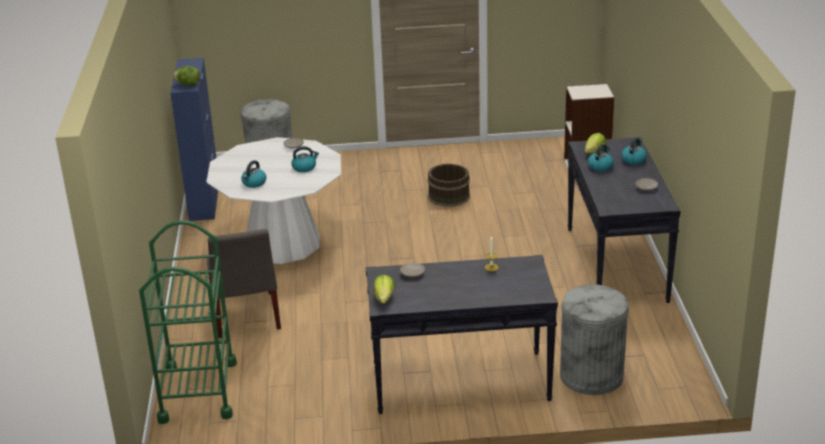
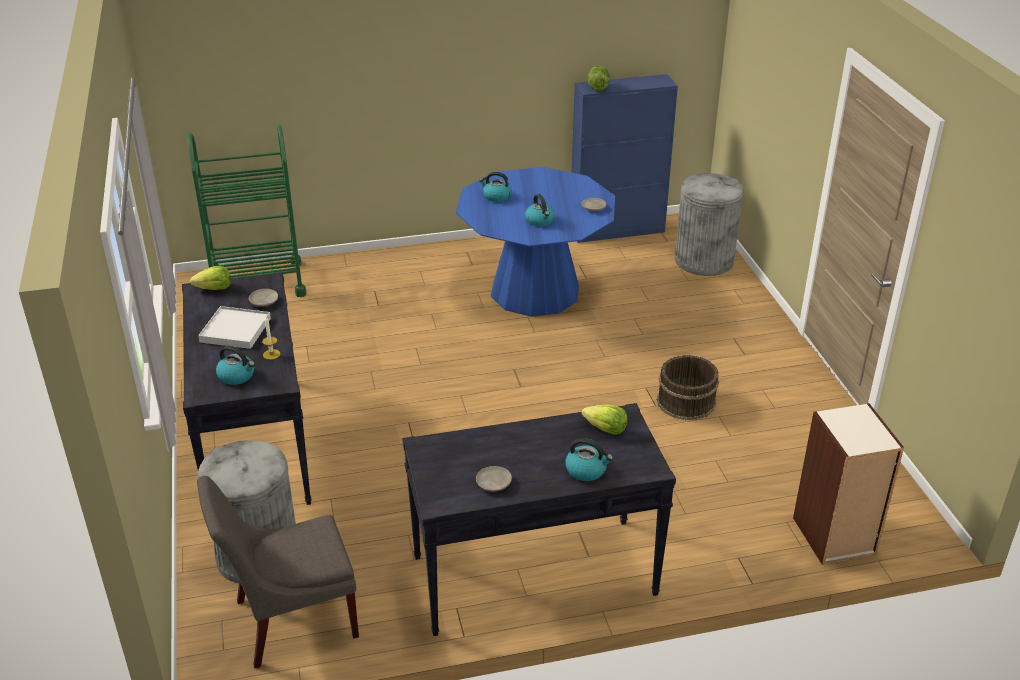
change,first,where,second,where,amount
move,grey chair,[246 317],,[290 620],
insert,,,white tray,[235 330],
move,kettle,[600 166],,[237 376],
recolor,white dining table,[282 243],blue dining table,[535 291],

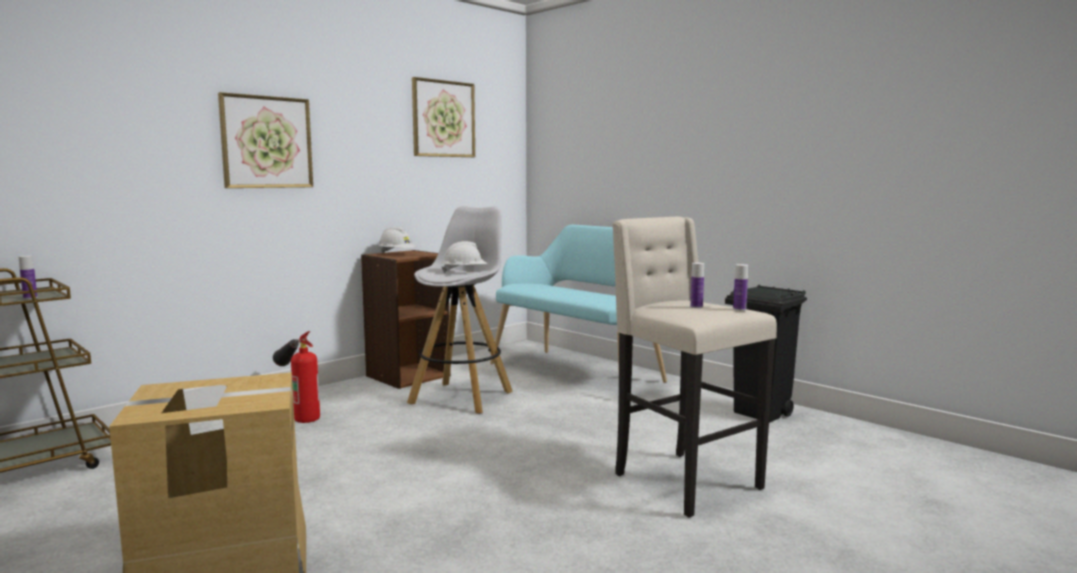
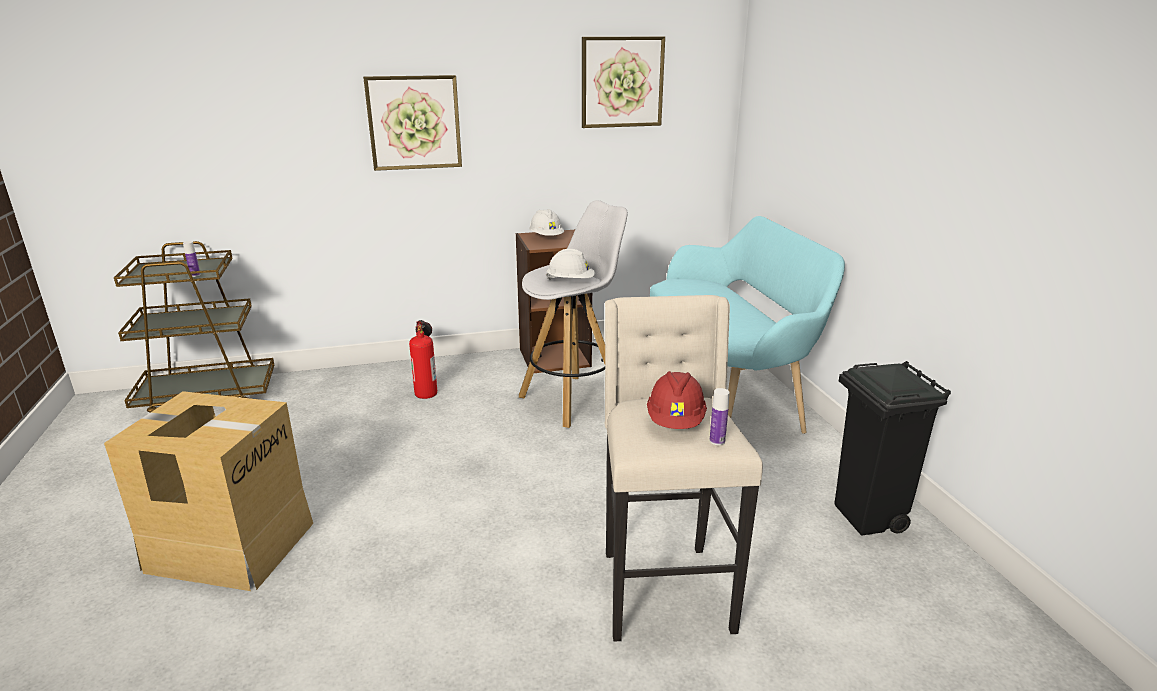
change,first,where,second,where,amount
replace,bottle,[696 307],red hard hat,[675 421],

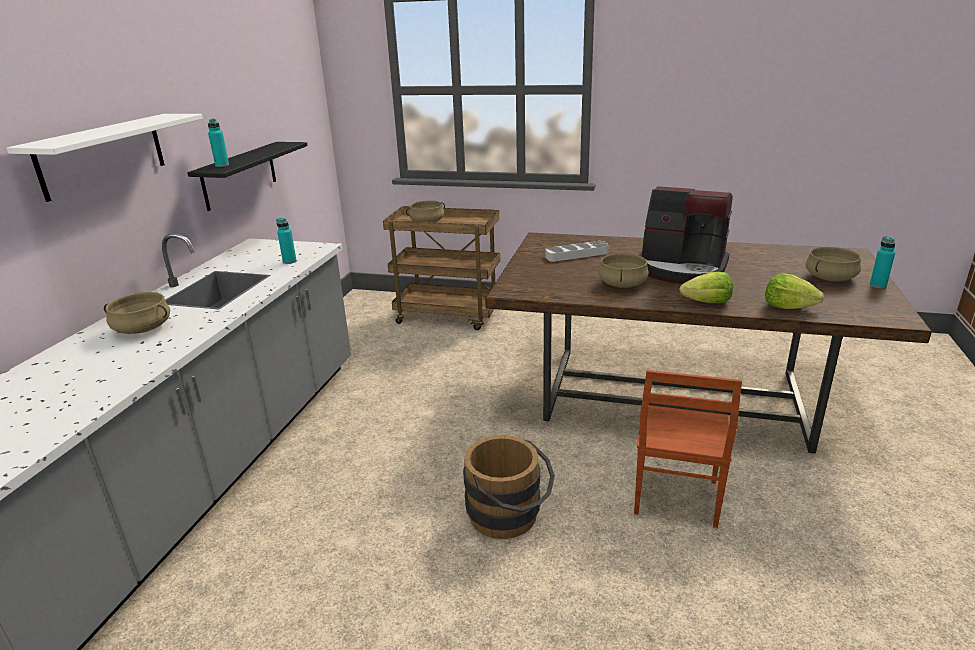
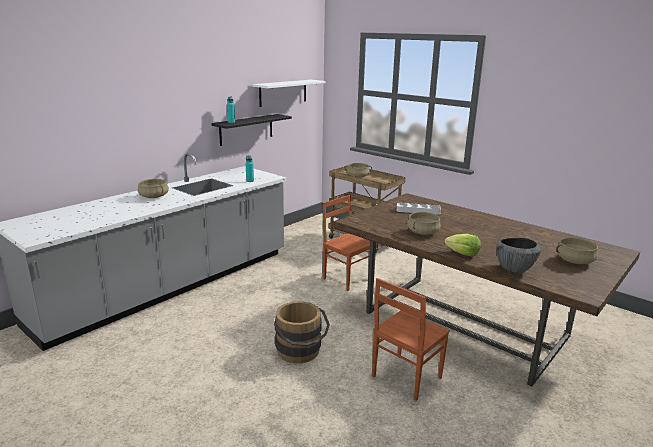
change,first,where,second,where,amount
move,white shelf,[103 155],,[283 92],
insert,,,brown chair,[348 278],
replace,lettuce,[788 306],bowl,[514 269],
delete,coffee machine,[682 269],,,
delete,turquoise bottle,[878 285],,,

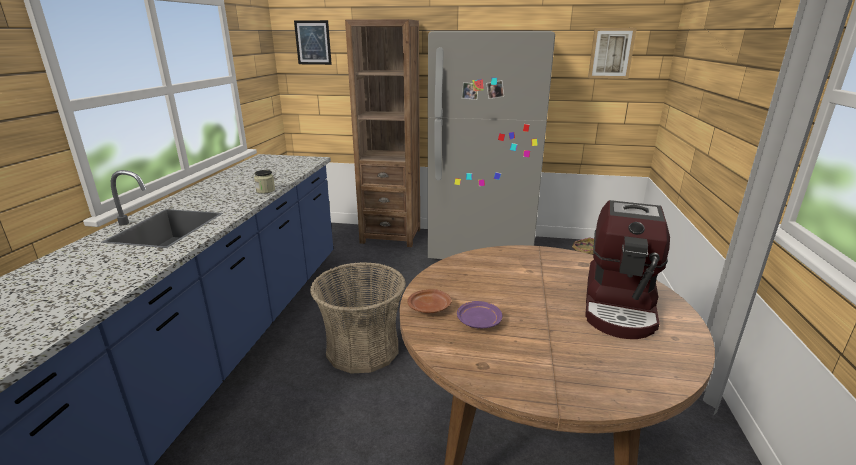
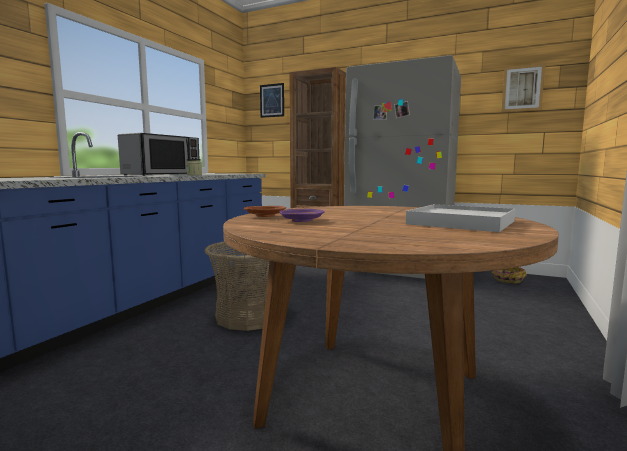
change,first,where,second,where,amount
insert,,,microwave,[163 174],
replace,coffee machine,[620 306],white tray,[461 222],

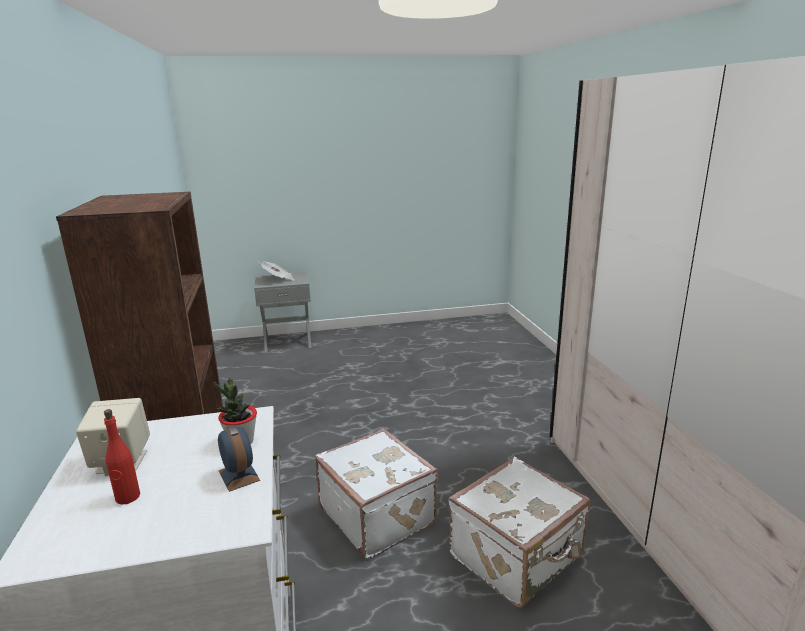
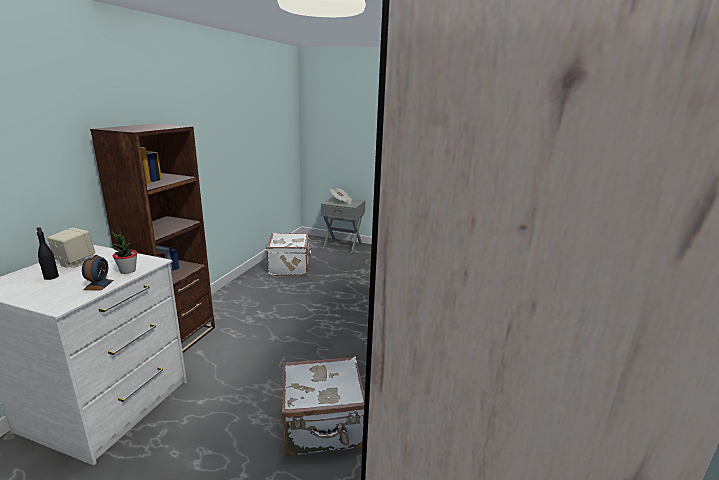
change,first,where,second,where,amount
recolor,red bottle,[127 497],black bottle,[51 277],
move,white suitcase,[378 515],,[290 266],

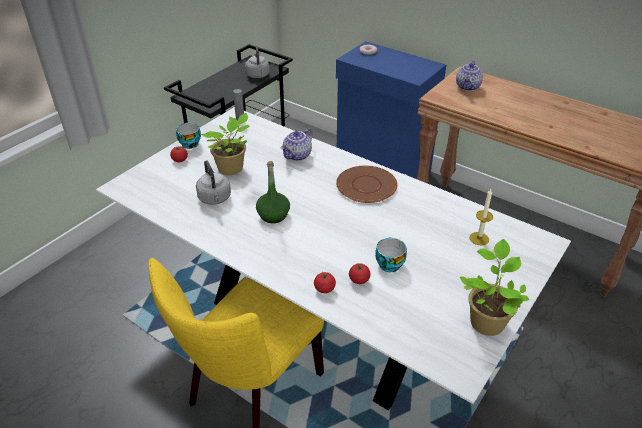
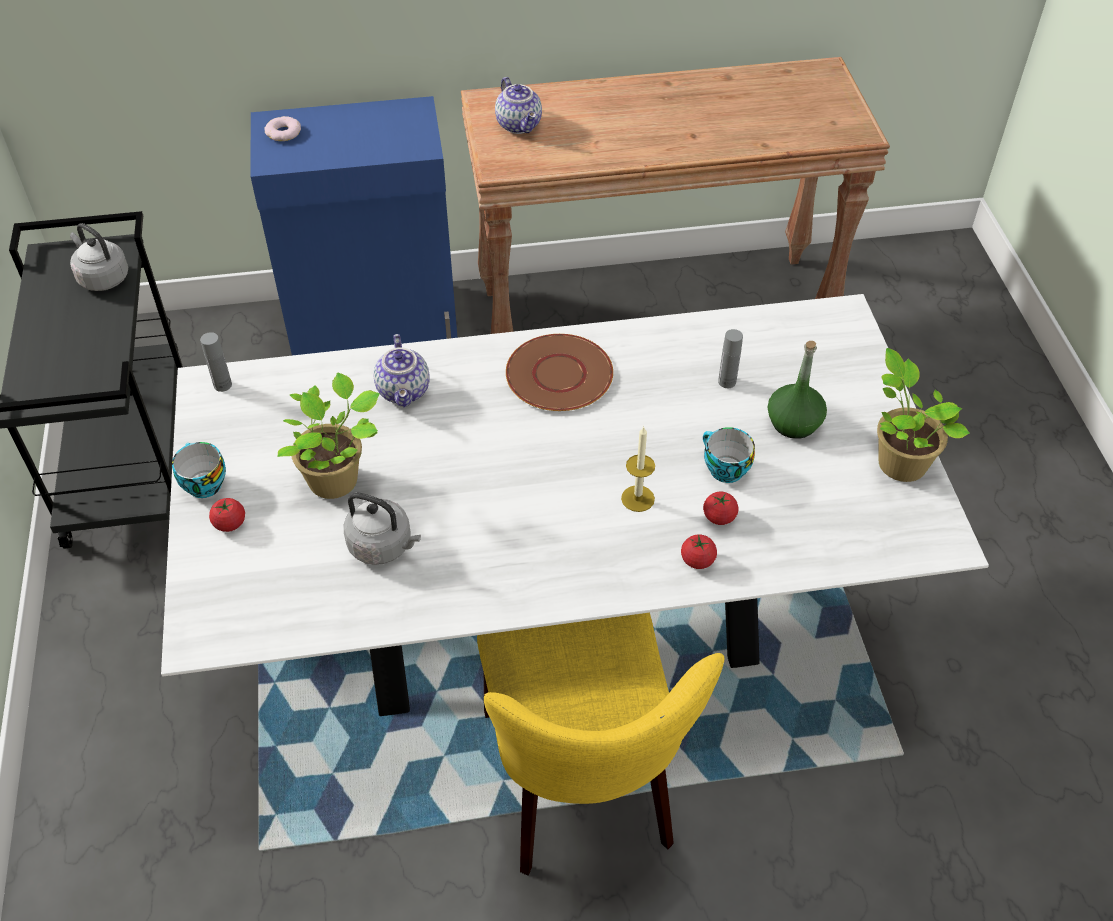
change,first,where,second,where,amount
move,candle,[479 238],,[637 498],
insert,,,grey bottle,[727 382],
move,green bottle,[273 215],,[793 423],

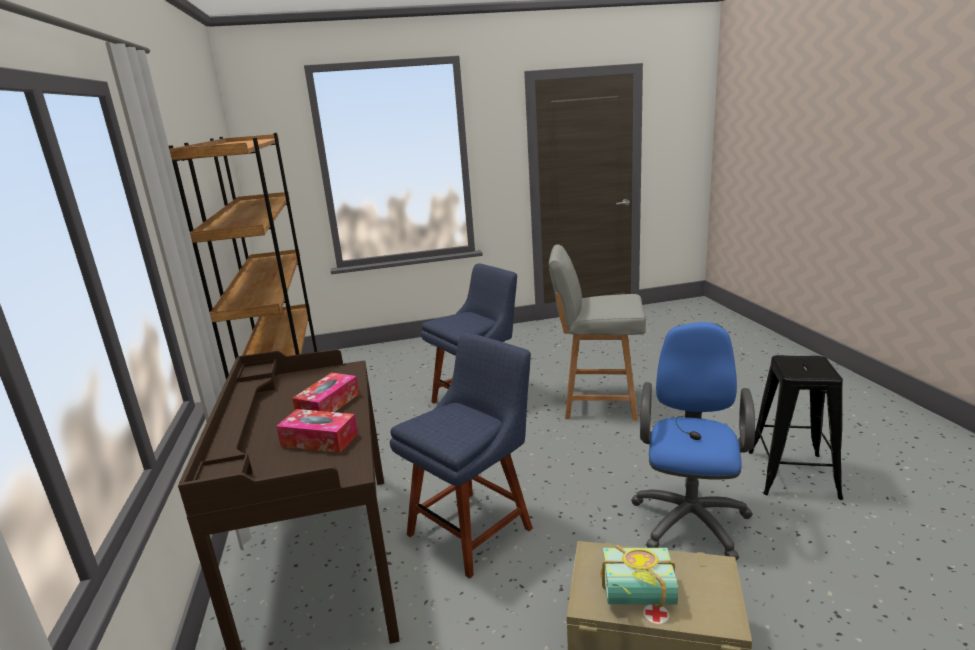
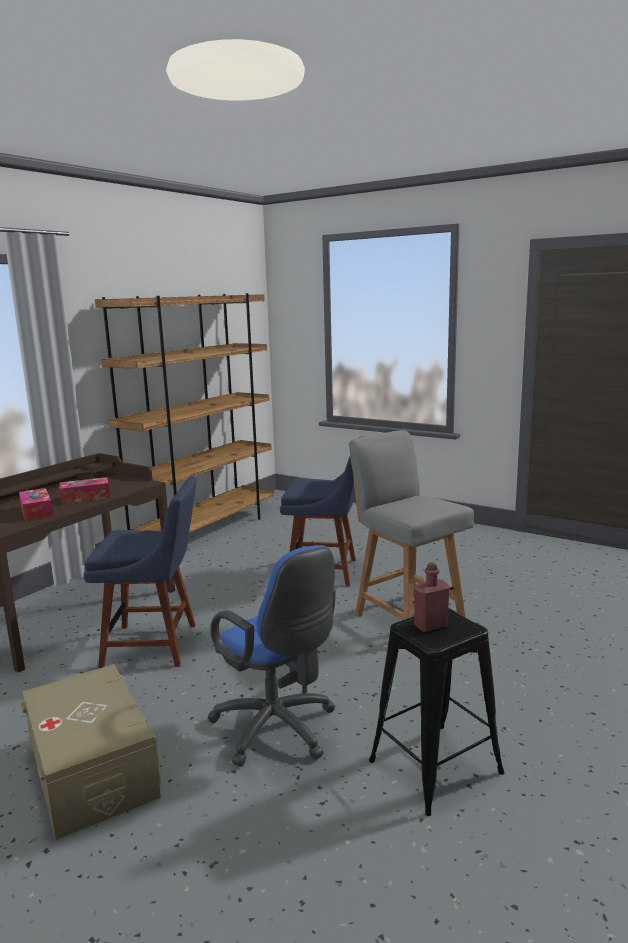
change,first,where,second,where,amount
rotate,blue office chair,[690 517],,[279 731],75 degrees clockwise
insert,,,red bottle,[430 626],
delete,book,[639 598],,,

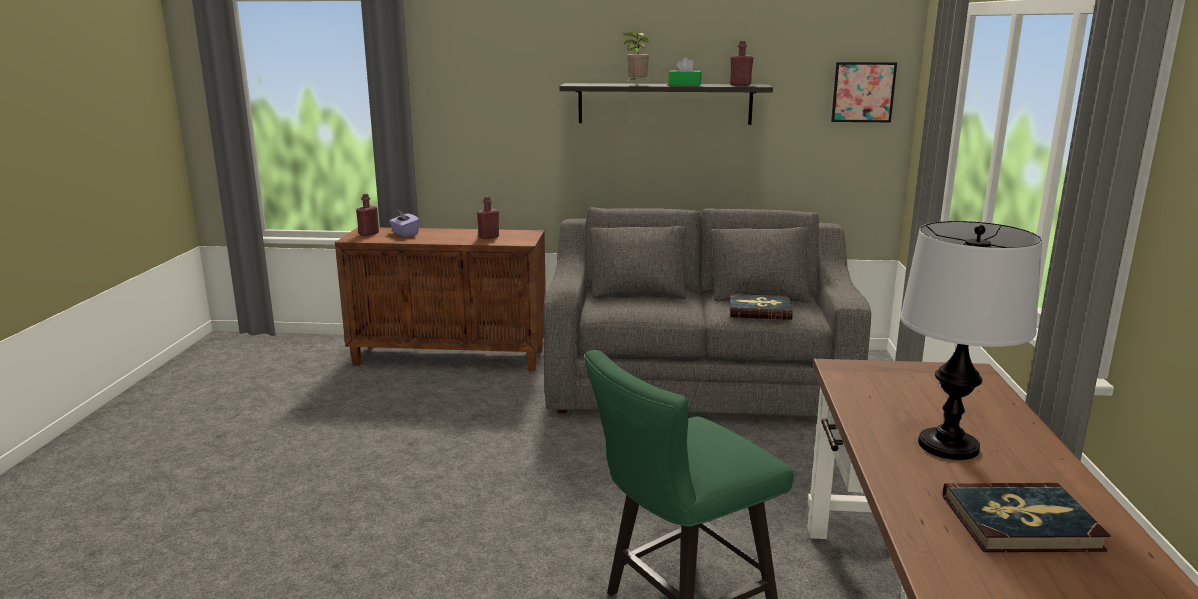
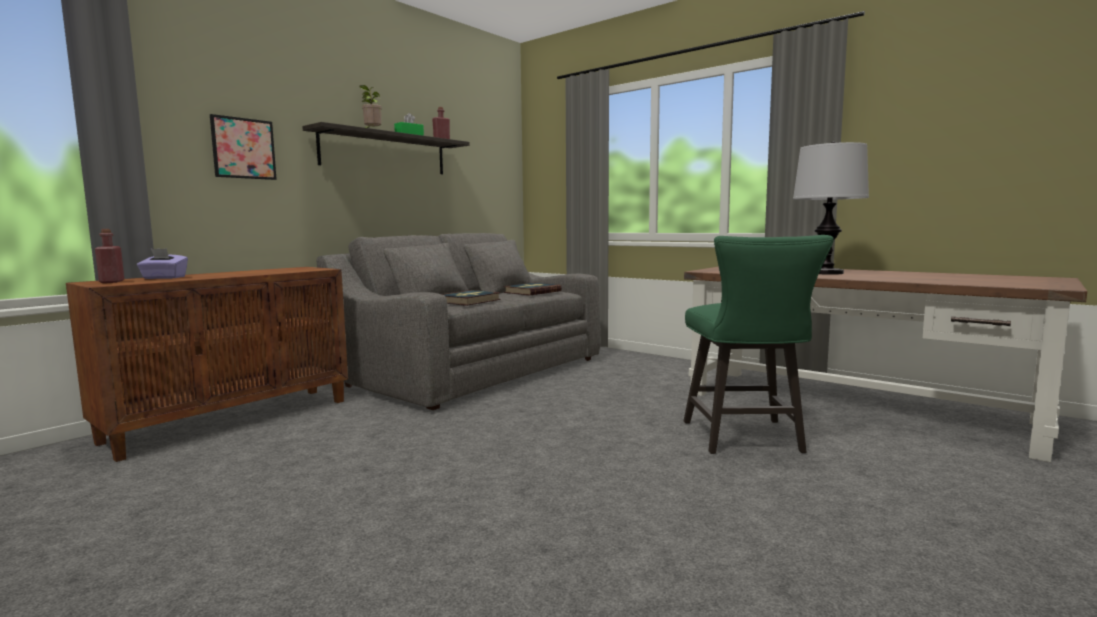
change,first,where,second,where,amount
move,picture,[863 92],,[243 148],
move,book,[1021 523],,[468 301],
delete,red bottle,[488 237],,,

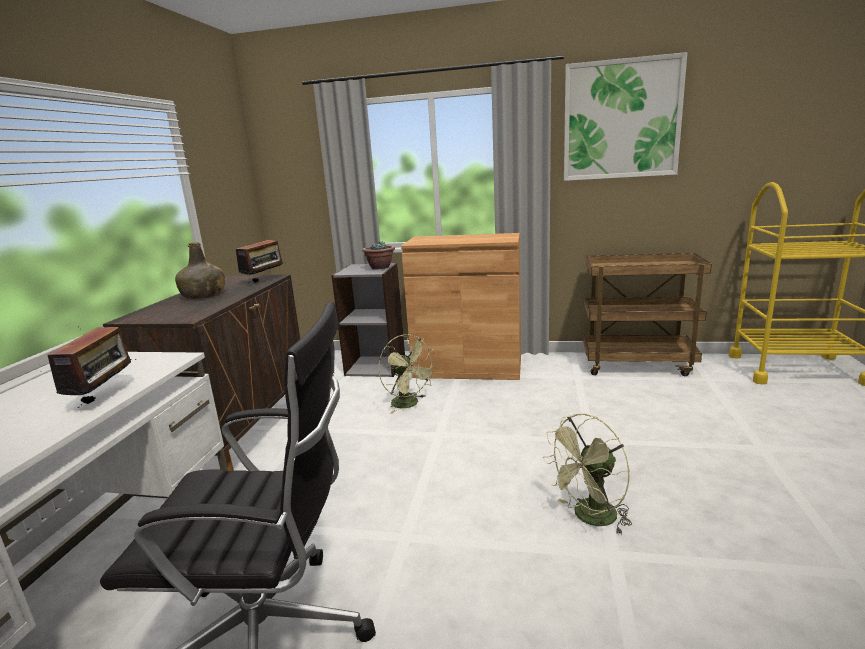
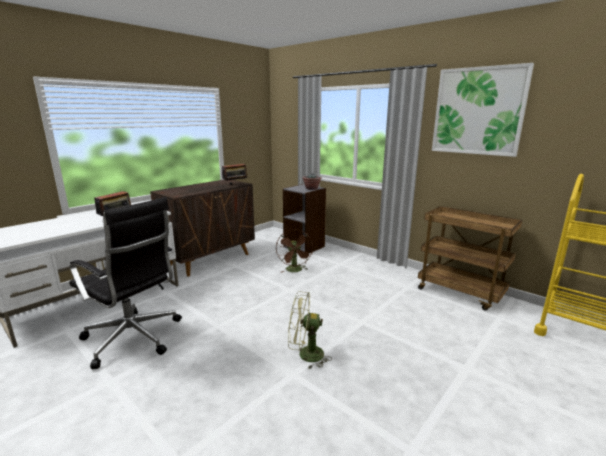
change,first,where,second,where,amount
recolor,green fan,[409 404],brown fan,[295 271],
delete,green bottle,[204 295],,,
delete,brown cabinet,[467 368],,,

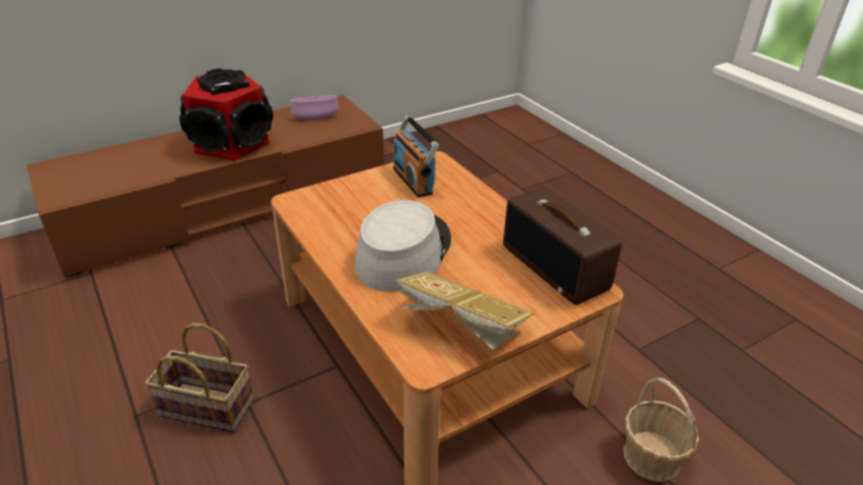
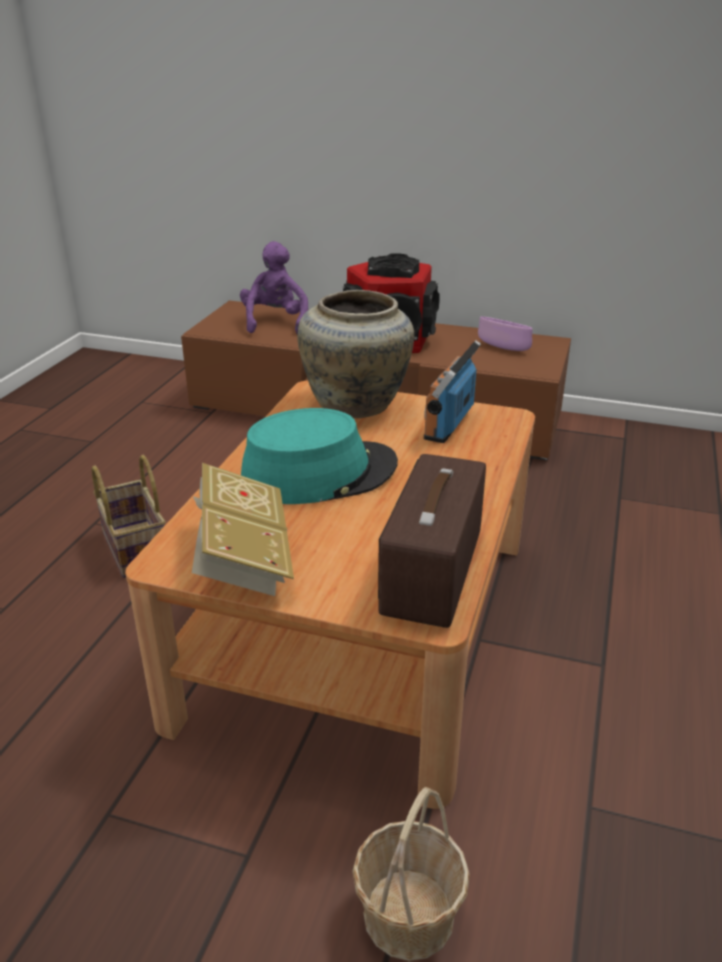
change,first,where,second,where,amount
insert,,,purple plush toy,[275 322],
recolor,grey hat,[403 252],turquoise hat,[319 473],
insert,,,beige vase,[357 405],

